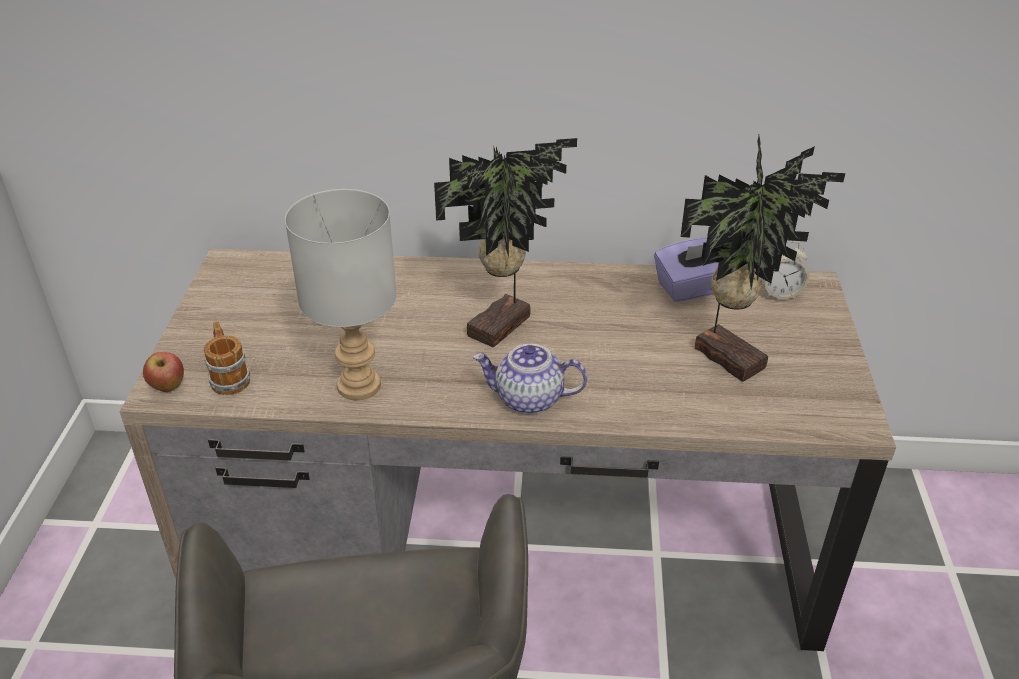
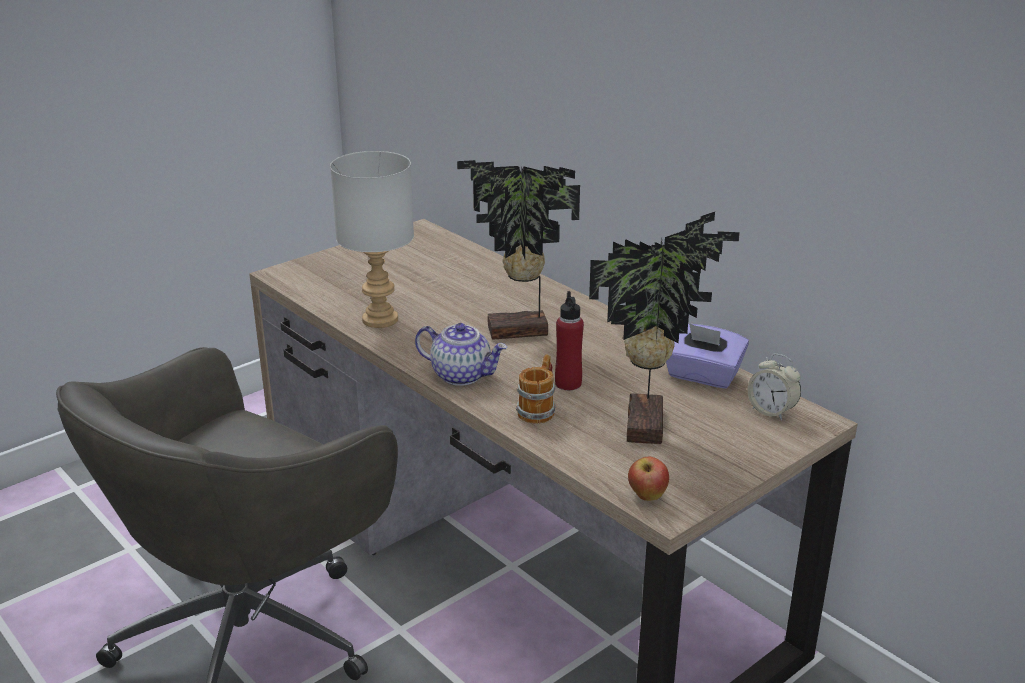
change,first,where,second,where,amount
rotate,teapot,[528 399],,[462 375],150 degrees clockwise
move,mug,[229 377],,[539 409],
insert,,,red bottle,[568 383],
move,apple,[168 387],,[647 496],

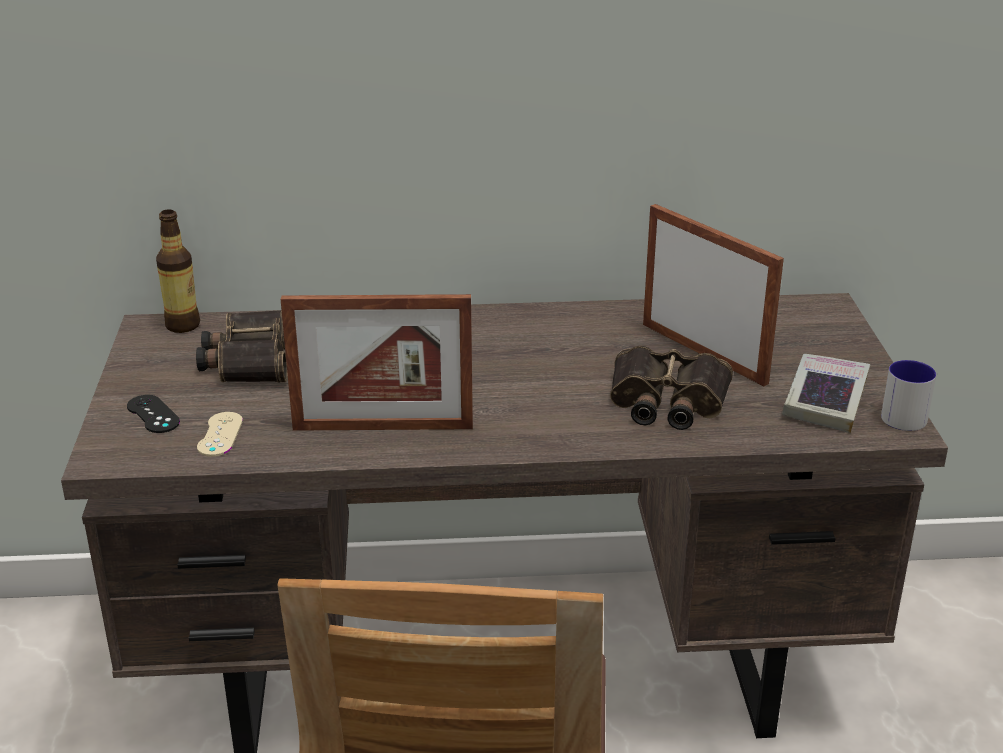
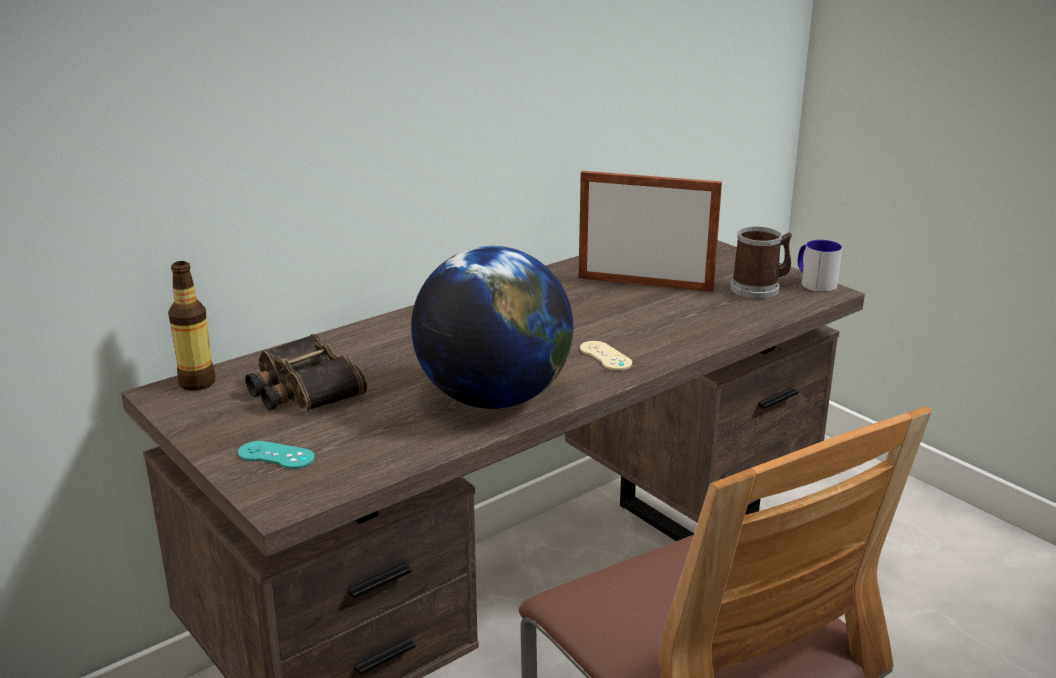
change,first,where,second,where,amount
recolor,black game controller,[153 414],turquoise game controller,[276 455],
replace,picture frame,[383 427],globe,[493 399],
move,beige game controller,[220 434],,[605 356],
replace,book,[825 400],mug,[760 288],
delete,binoculars,[666 402],,,

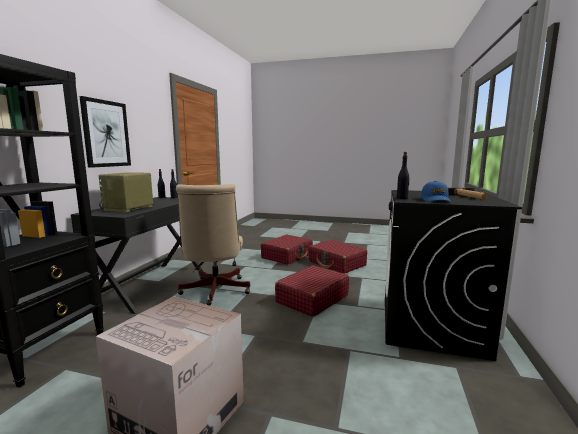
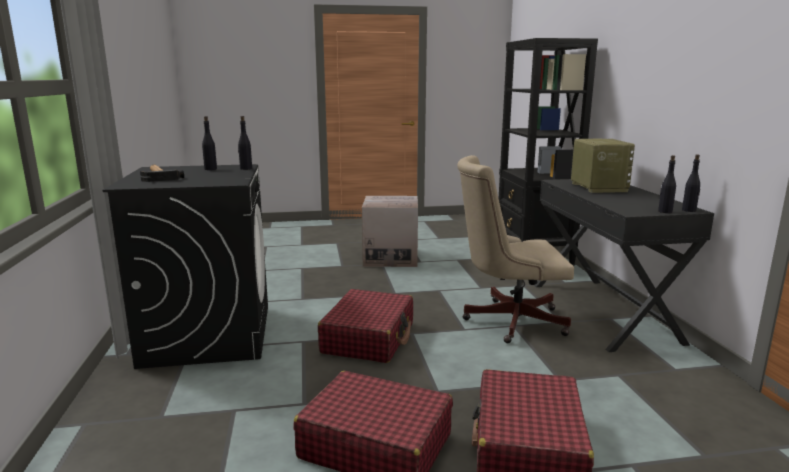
change,first,where,second,where,amount
replace,blue cap,[435 199],black bottle,[210 169],
rotate,beige office chair,[214 292],,[508 320],60 degrees counterclockwise
delete,picture,[106 134],,,

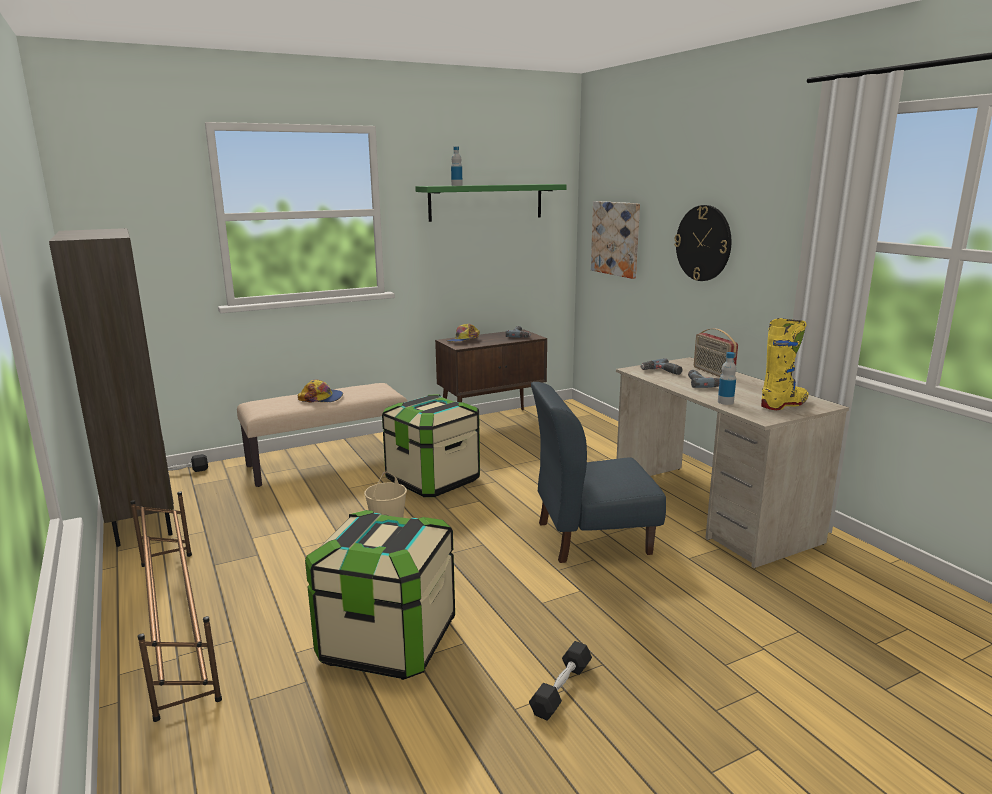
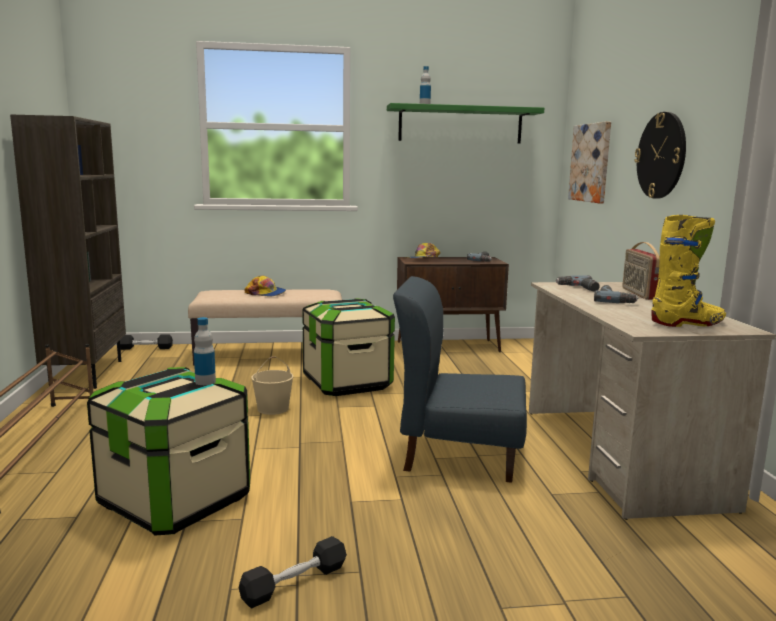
change,first,where,second,where,amount
move,bottle,[725 402],,[205 382],

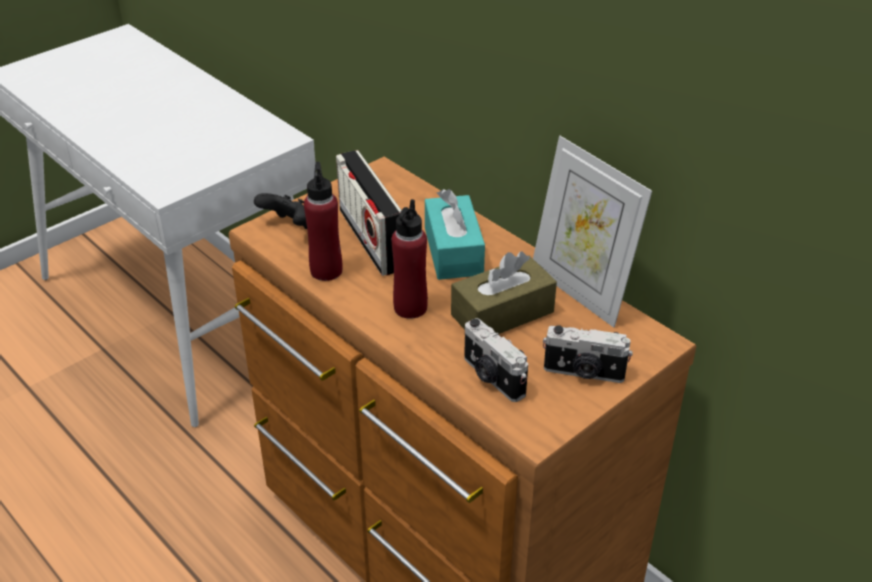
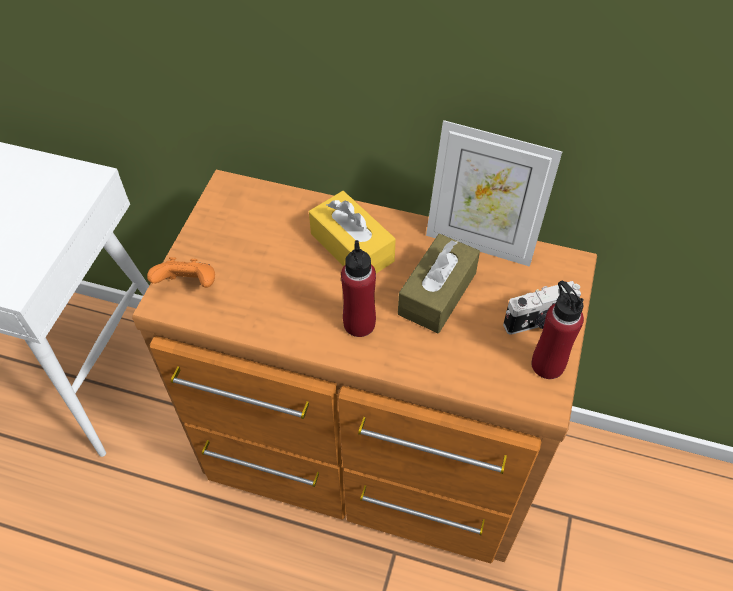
change,first,where,second,where,amount
recolor,black game controller,[290 227],orange game controller,[188 285],
recolor,turquoise tissue box,[453 251],yellow tissue box,[352 247],
move,red bottle,[326 270],,[547 364],
delete,radio,[371 239],,,
delete,photo camera,[492 378],,,

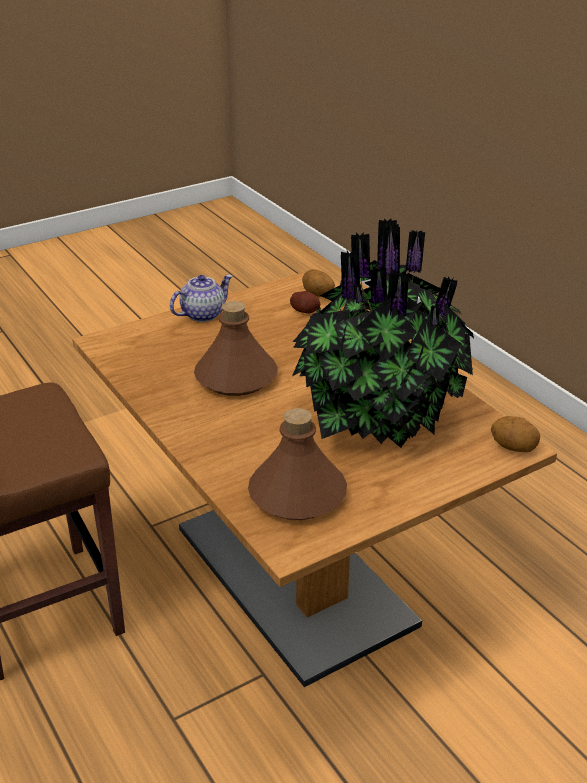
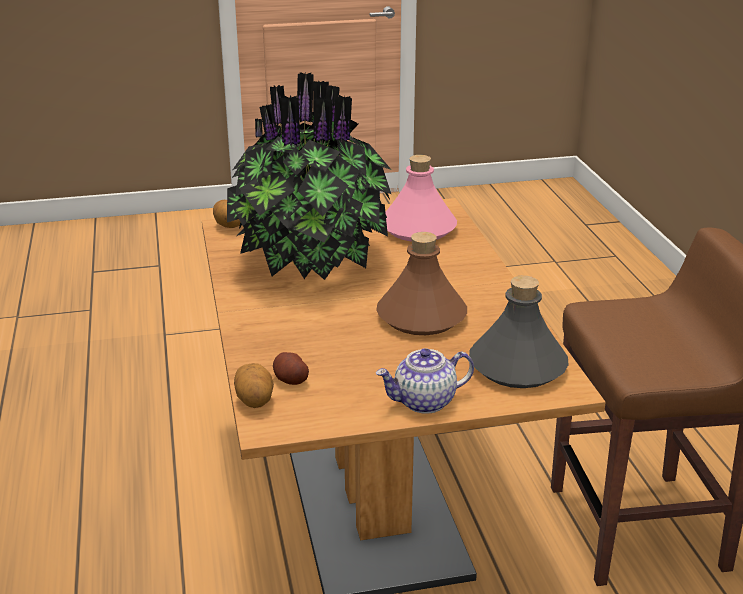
change,first,where,second,where,amount
recolor,brown bottle,[297 494],pink bottle,[418 229],
insert,,,grey bottle,[518 367],

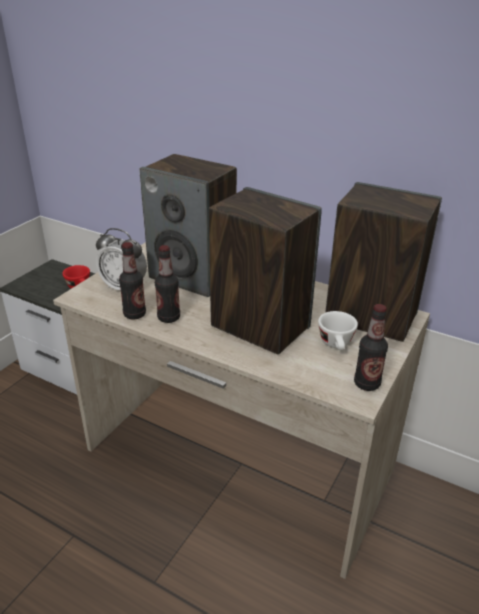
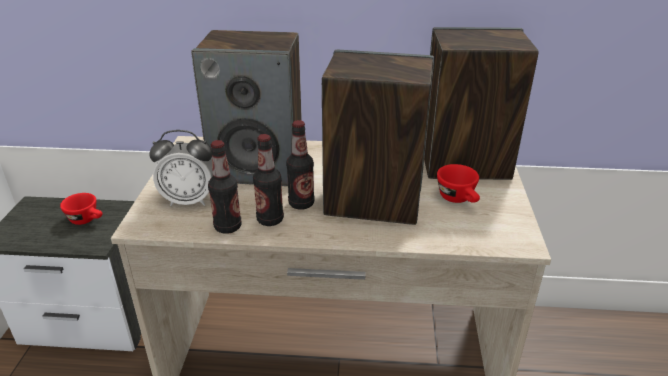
change,first,where,second,where,amount
move,bottle,[366 384],,[301 203],
recolor,white cup,[336 345],red cup,[459 199],

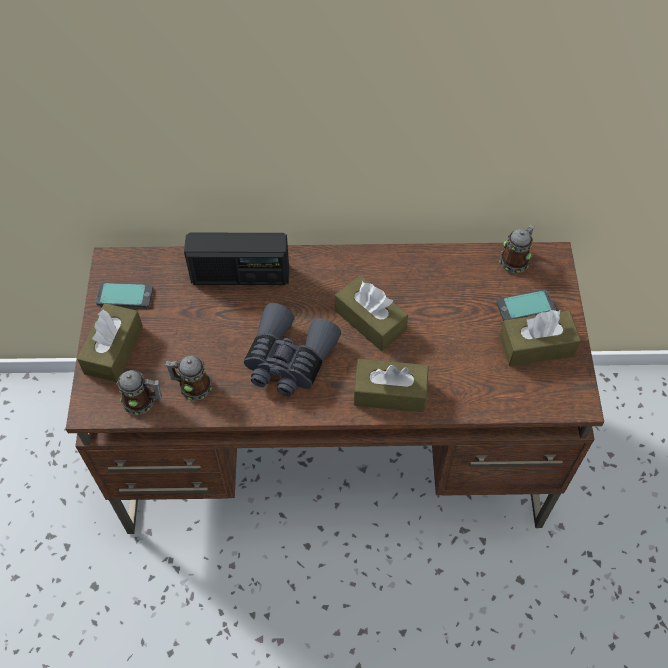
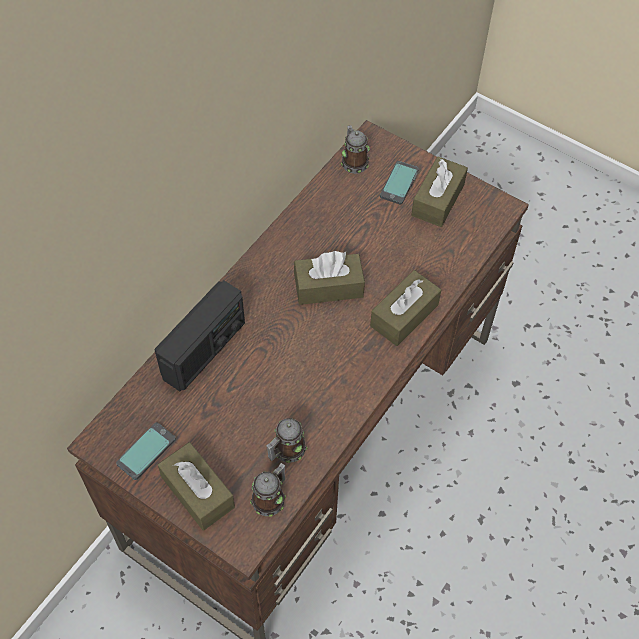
change,first,where,second,where,amount
delete,grey binoculars,[288 360],,,

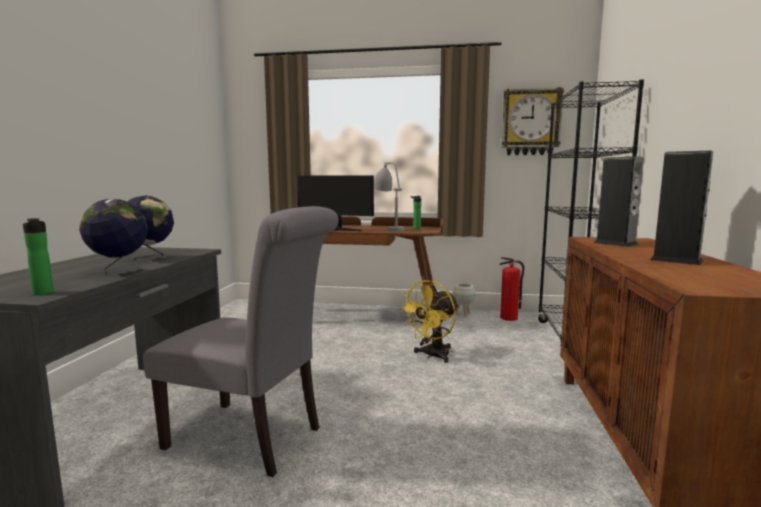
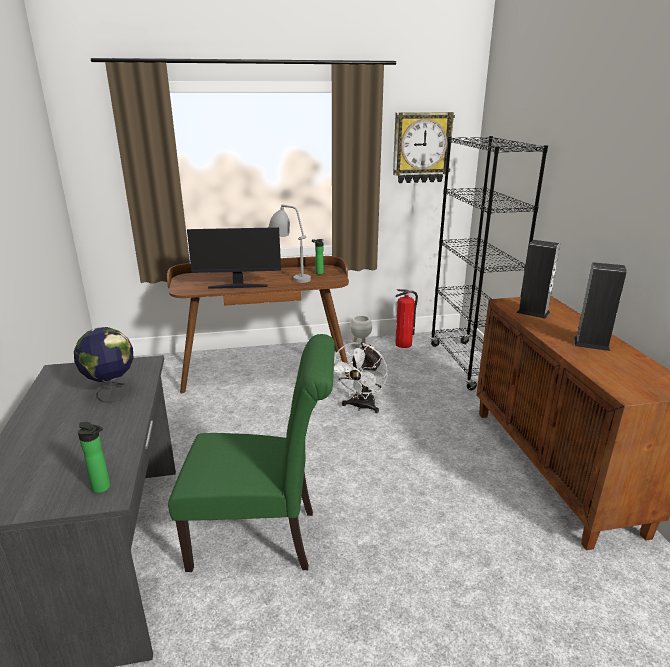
change,first,where,second,where,amount
recolor,grey chair,[252 439],green chair,[263 538],
recolor,yellow fan,[432 356],white fan,[361 407],
delete,globe,[119 272],,,

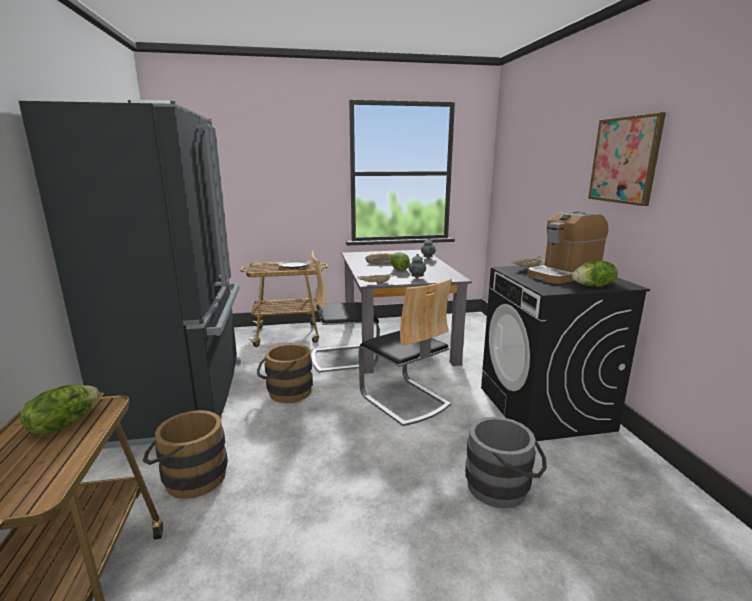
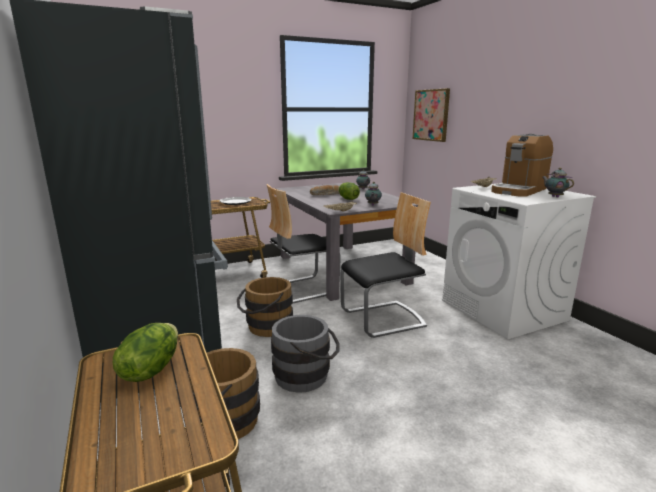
change,first,where,second,where,amount
move,grey bucket,[503 487],,[307 376],
rotate,chair,[404 400],,[383 319],60 degrees counterclockwise
move,picture,[625 160],,[431 115],
recolor,black washing machine,[544 408],white washing machine,[503 310],
replace,lettuce,[593 286],teapot,[554 196],

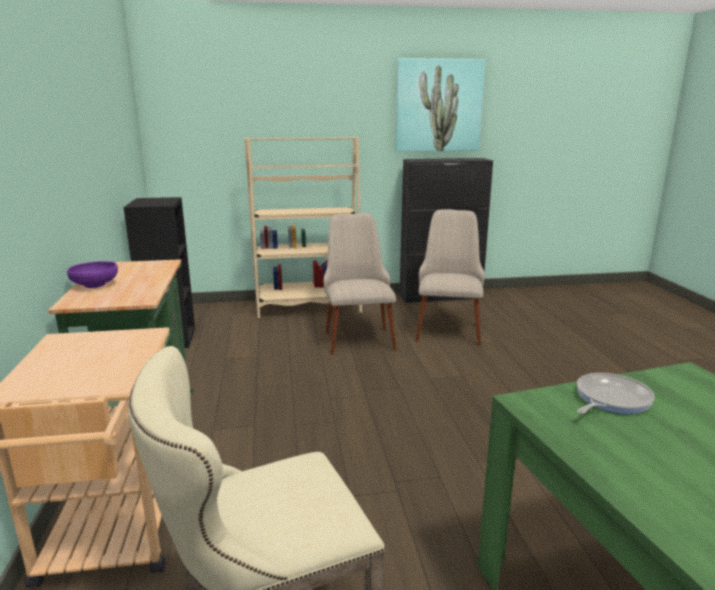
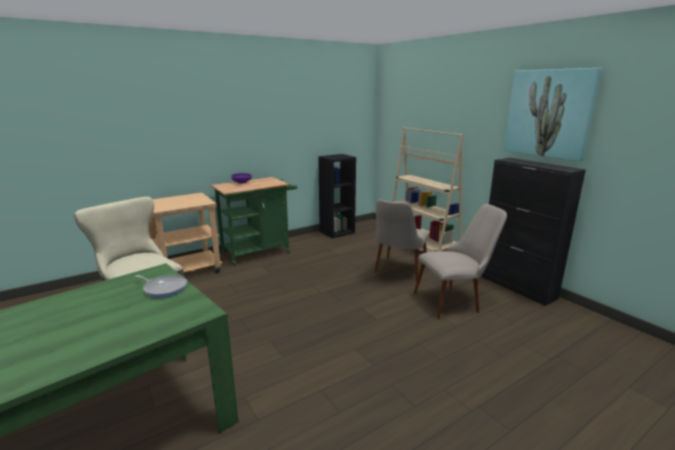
change,first,where,second,where,amount
rotate,beige chair,[357 335],,[398 273],150 degrees clockwise

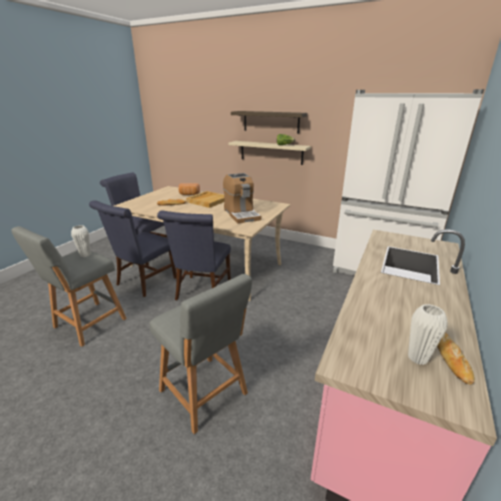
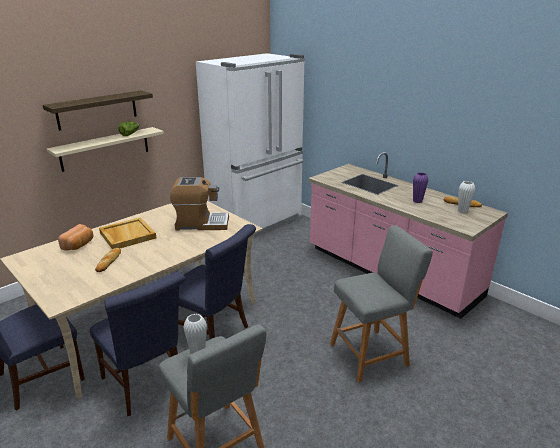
change,first,where,second,where,amount
insert,,,purple vase,[417 201],

